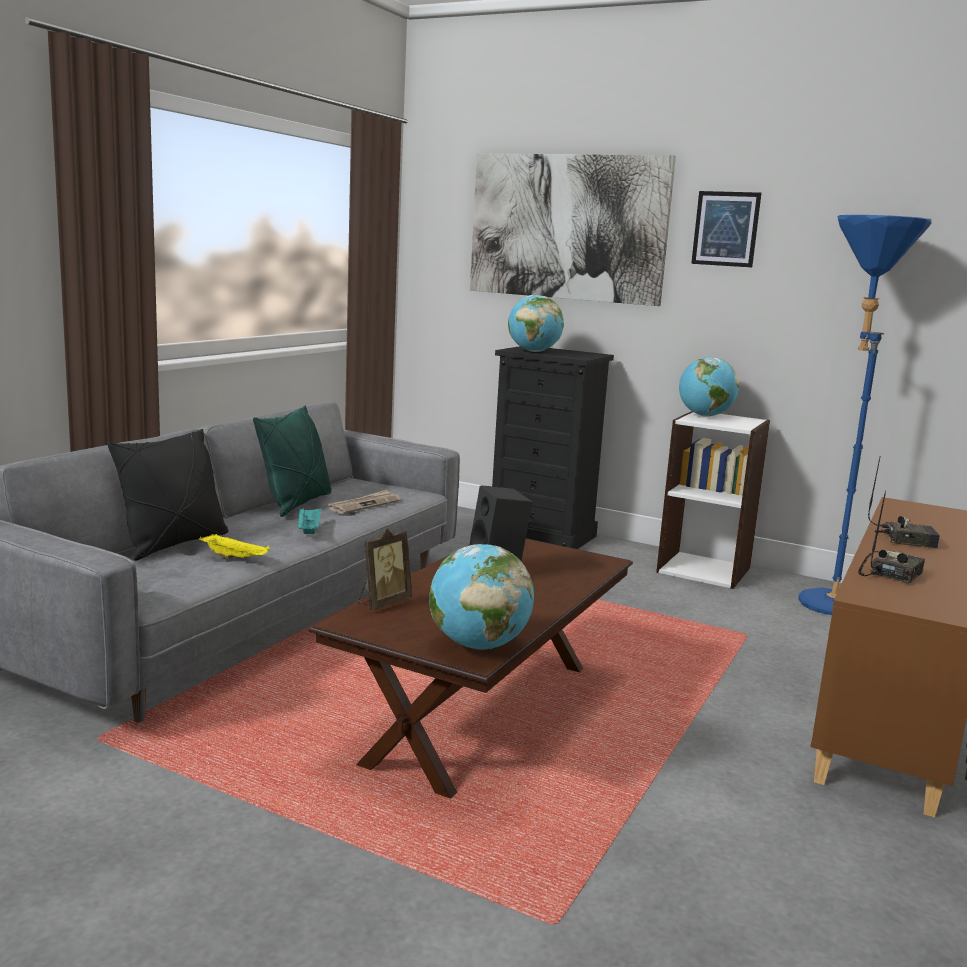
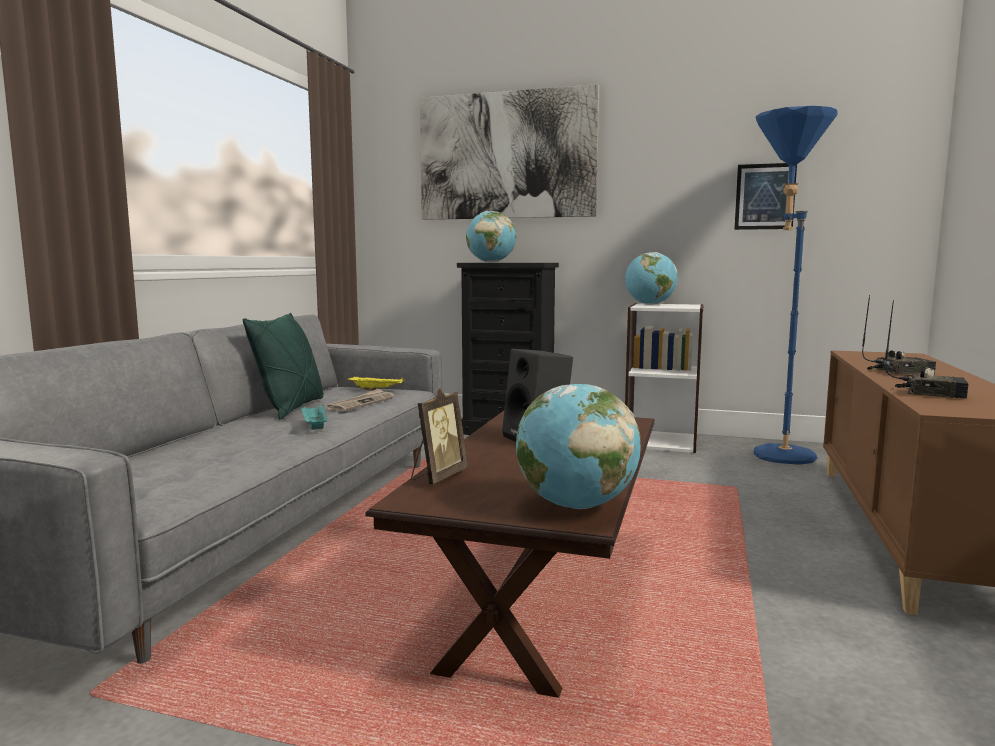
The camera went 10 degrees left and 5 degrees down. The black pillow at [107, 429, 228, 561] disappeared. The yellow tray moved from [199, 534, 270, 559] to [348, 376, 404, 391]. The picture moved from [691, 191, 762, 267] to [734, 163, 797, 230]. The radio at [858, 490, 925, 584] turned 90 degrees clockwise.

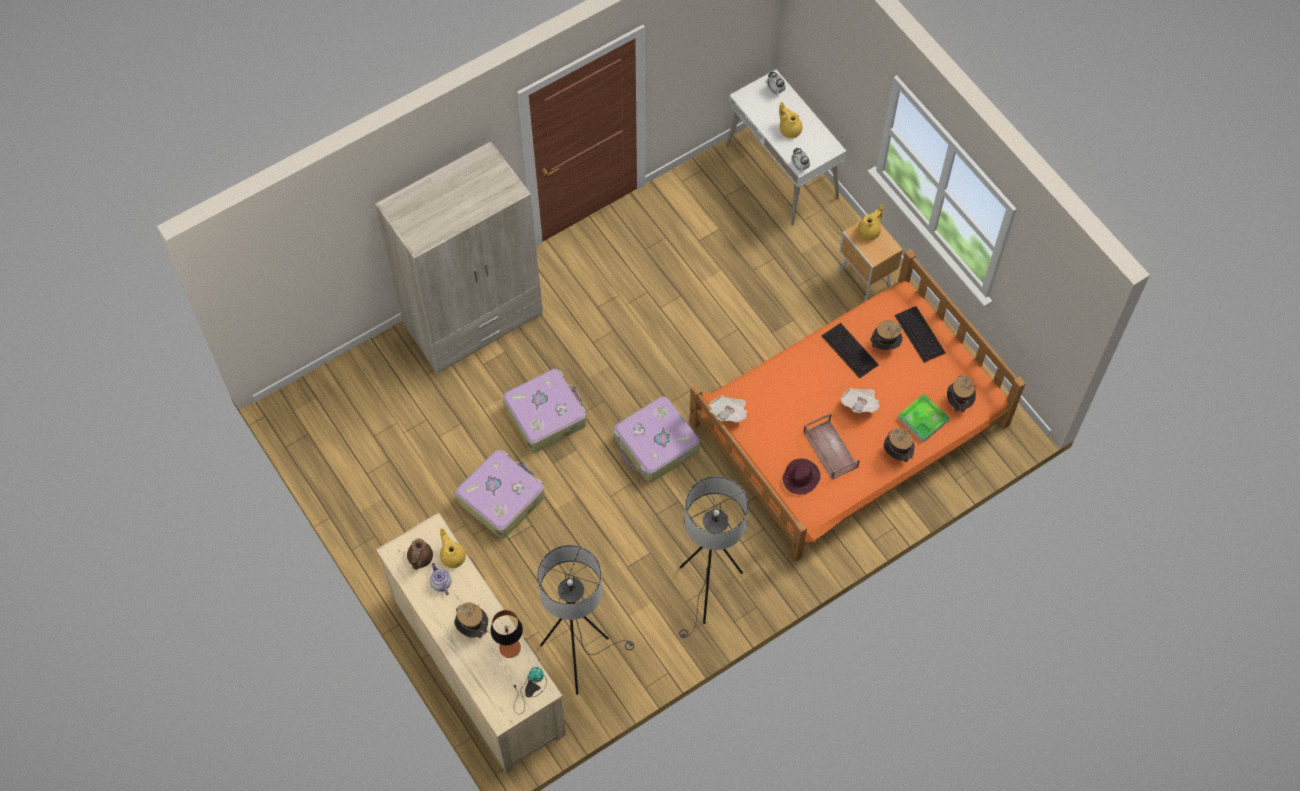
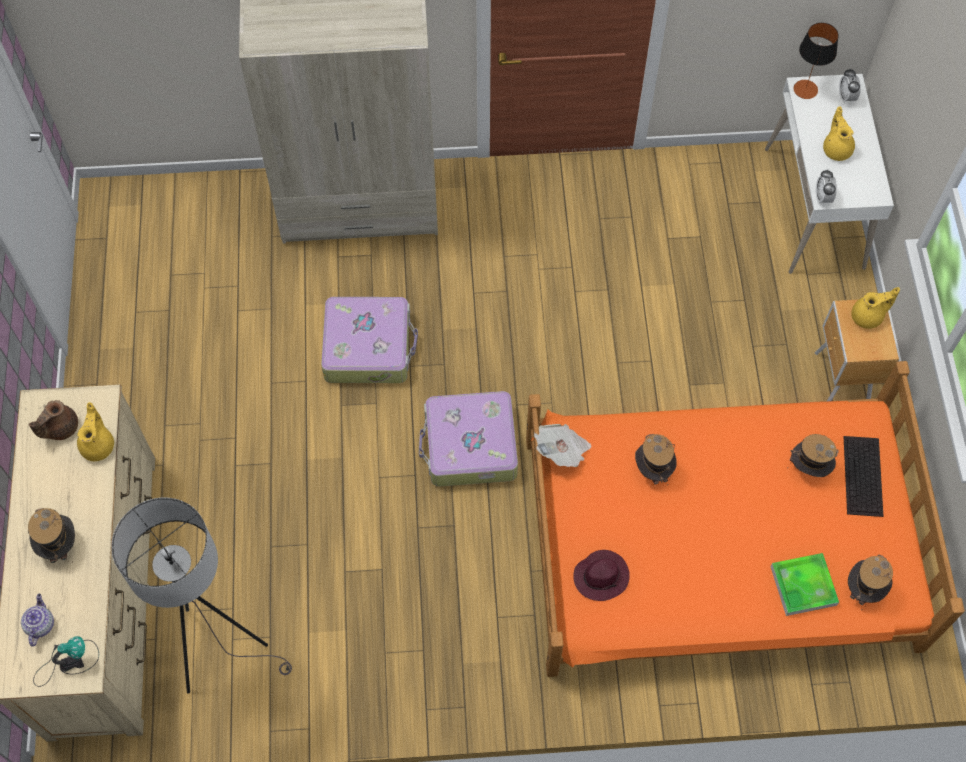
The camera went 30 degrees right and 0 degrees up. The teapot moved from [430, 563, 451, 595] to [21, 594, 54, 647]. The suitcase at [455, 450, 545, 538] disappeared. The table lamp moved from [490, 610, 523, 658] to [794, 23, 839, 99]. The grey floor lamp at [679, 476, 749, 638] disappeared. The brown tray at [803, 413, 860, 480] disappeared. The keyboard at [822, 323, 879, 378] disappeared. The newspaper at [841, 388, 880, 413] disappeared. The hat moved from [884, 428, 915, 462] to [635, 434, 677, 486].

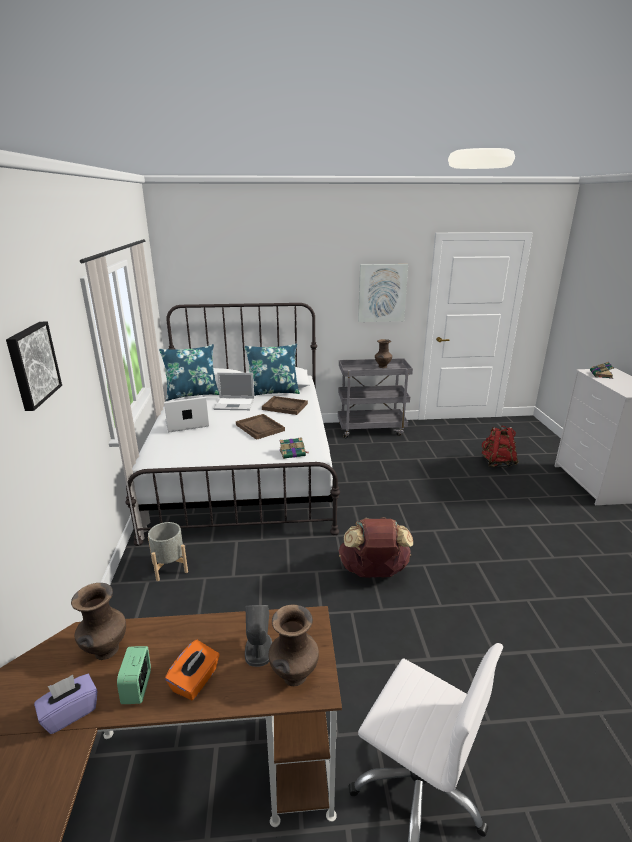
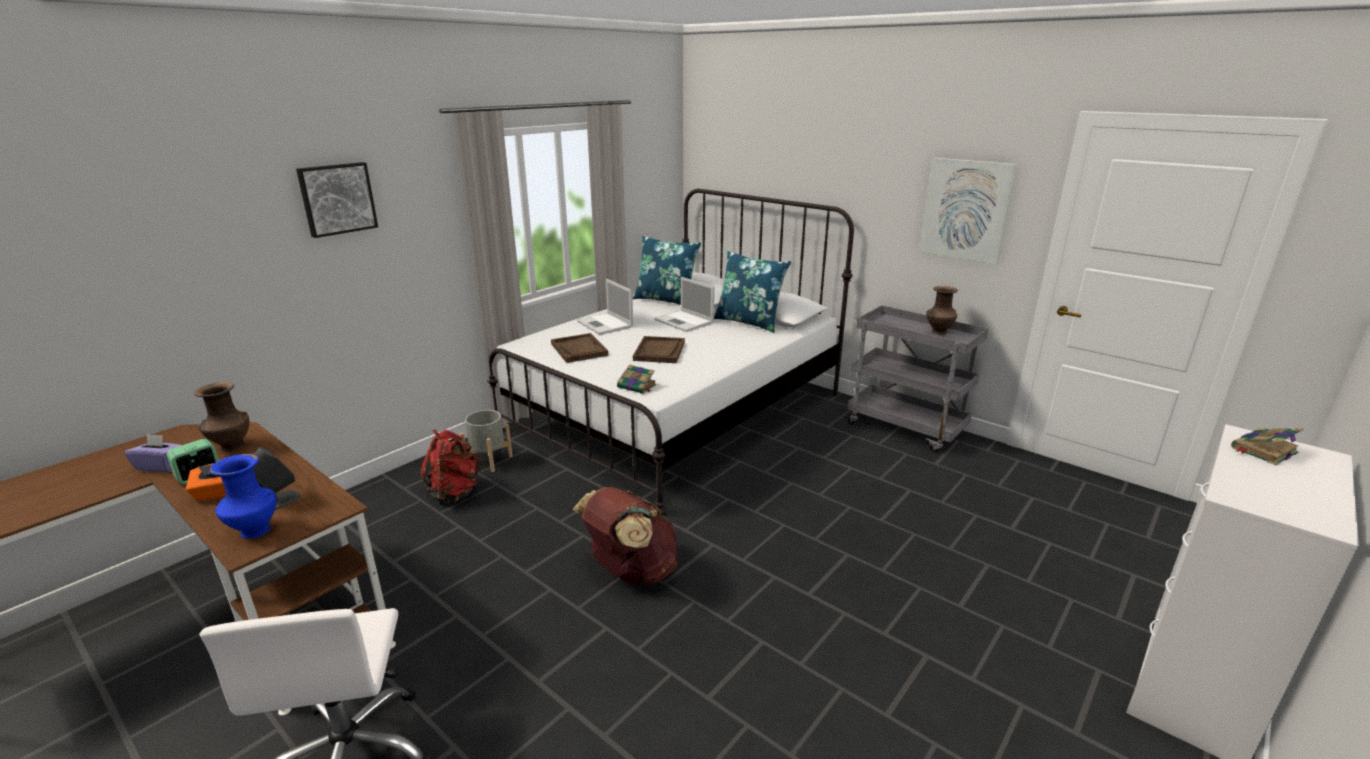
The camera went 45 degrees right and 0 degrees up. The laptop at [164, 397, 209, 433] turned 150 degrees counterclockwise. The brown tray moved from [262, 396, 308, 415] to [551, 333, 608, 363]. The brown vase at [269, 605, 319, 686] became the blue vase at [210, 454, 276, 539]. The red backpack moved from [482, 426, 519, 467] to [421, 429, 481, 503].

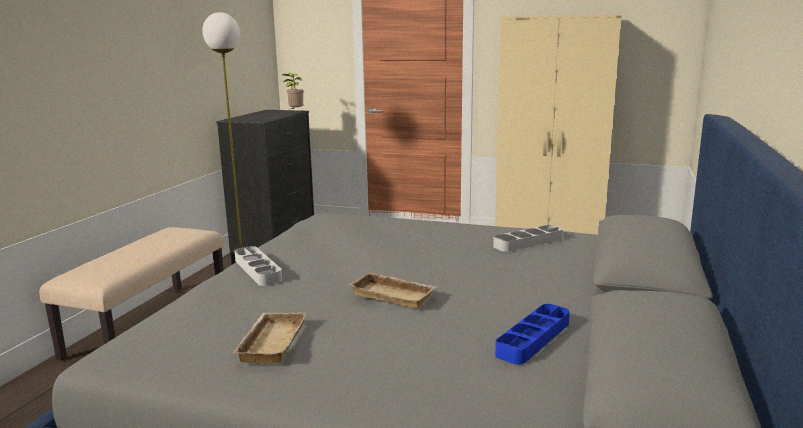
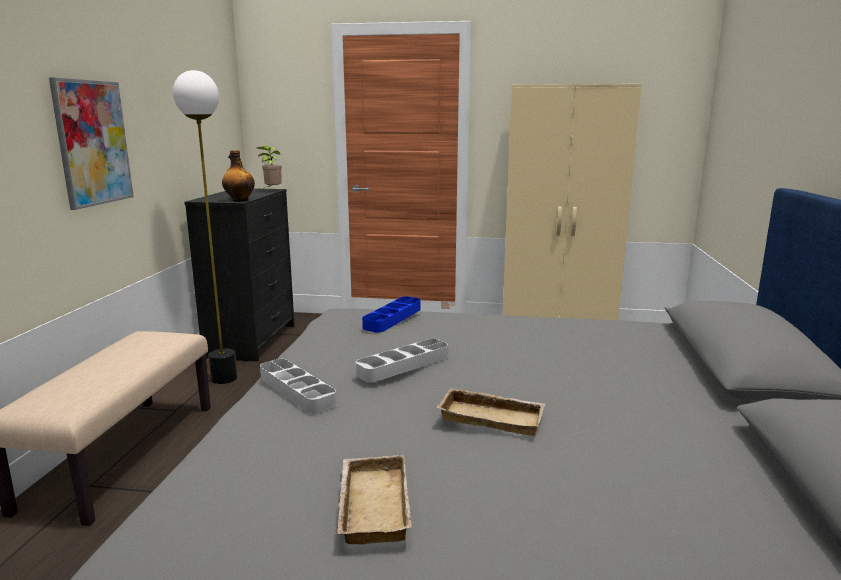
The camera went 10 degrees left and 0 degrees up. The grey tray moved from [493, 225, 563, 252] to [356, 339, 448, 382]. The blue tray moved from [495, 304, 570, 365] to [362, 296, 420, 333]. The picture at [49, 78, 134, 210] appeared. The bottle at [222, 150, 255, 202] appeared.

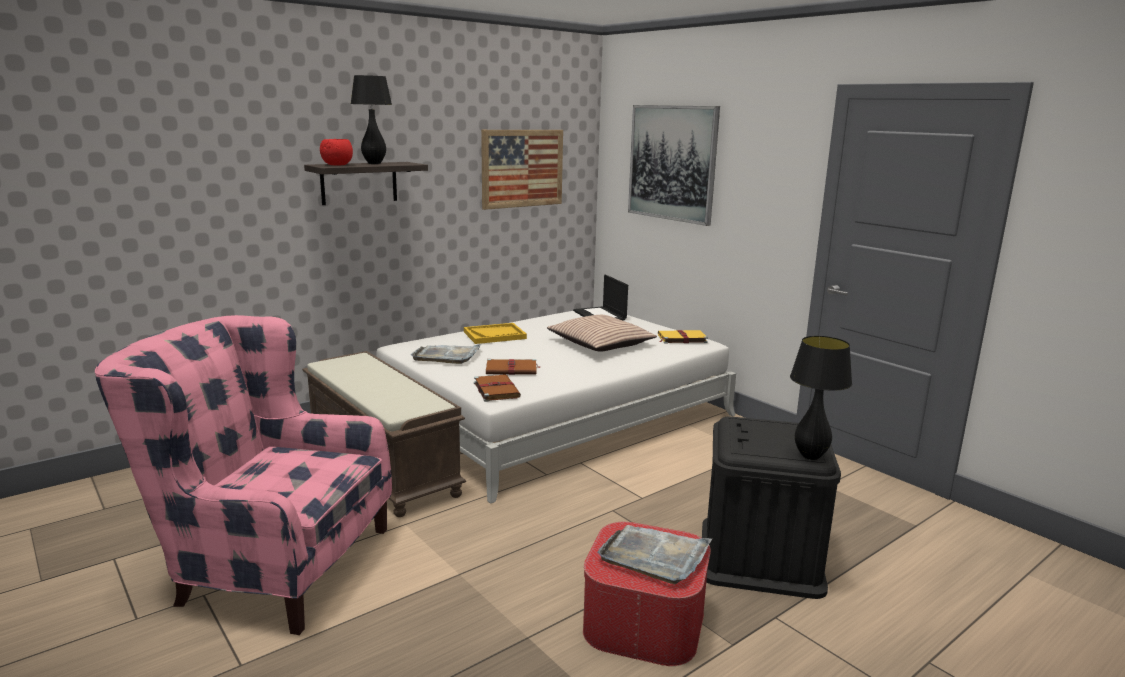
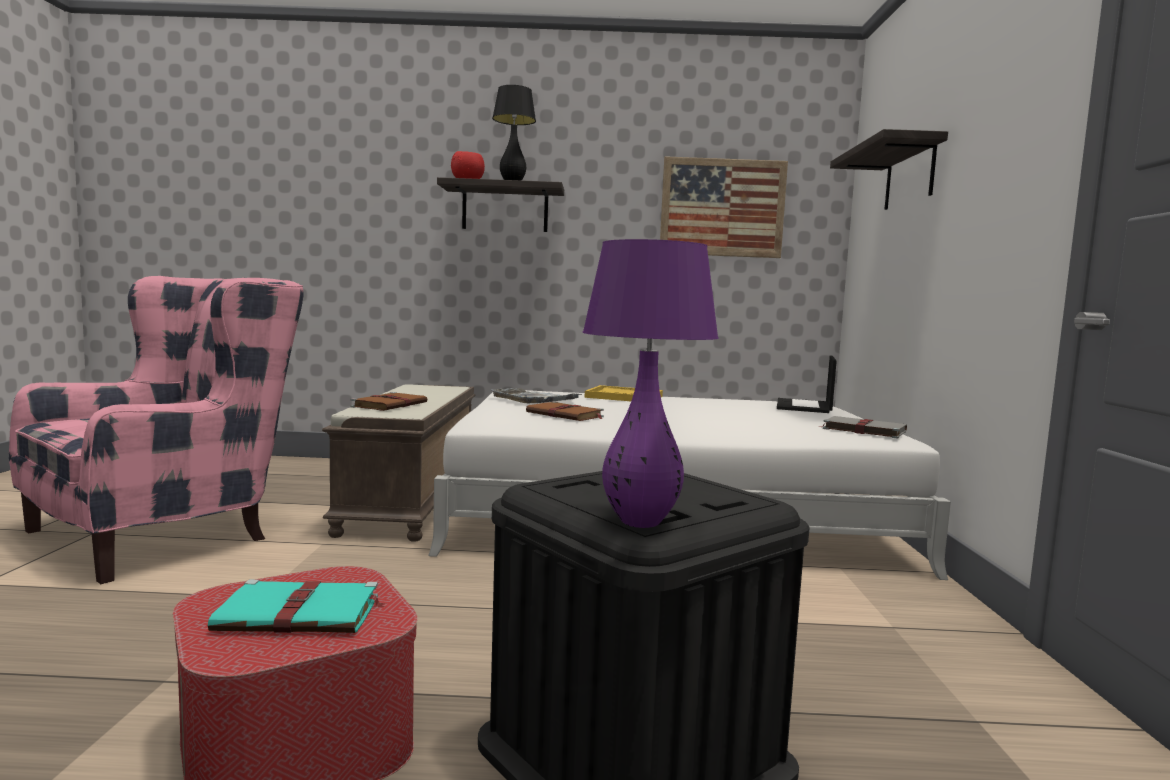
The camera went 40 degrees right and 10 degrees down. The pink armchair at [95, 315, 392, 635] turned 75 degrees clockwise. The brown book moved from [474, 374, 521, 402] to [350, 392, 428, 411]. The pillow at [547, 315, 657, 352] disappeared. The grey tray at [597, 525, 712, 584] was replaced by the turquoise book at [208, 579, 387, 633]. The picture at [628, 105, 720, 226] was replaced by the shelf at [830, 129, 948, 210]. The yellow book at [658, 330, 708, 344] became the grey book at [820, 416, 907, 439]. The black table lamp at [790, 336, 852, 460] became the purple table lamp at [582, 239, 719, 528].

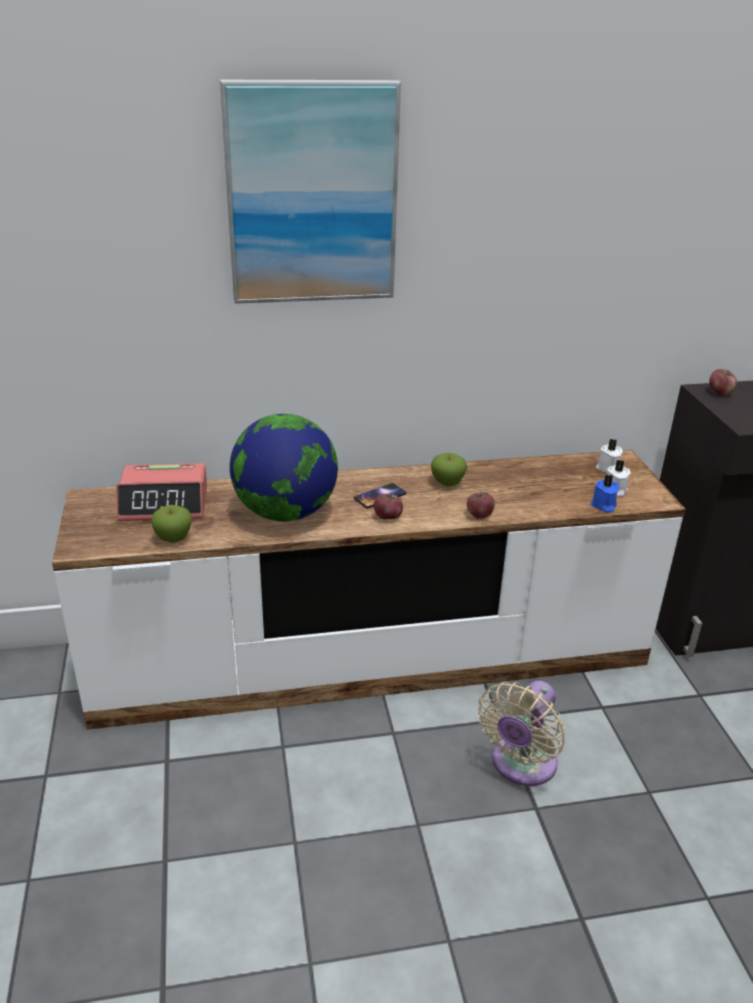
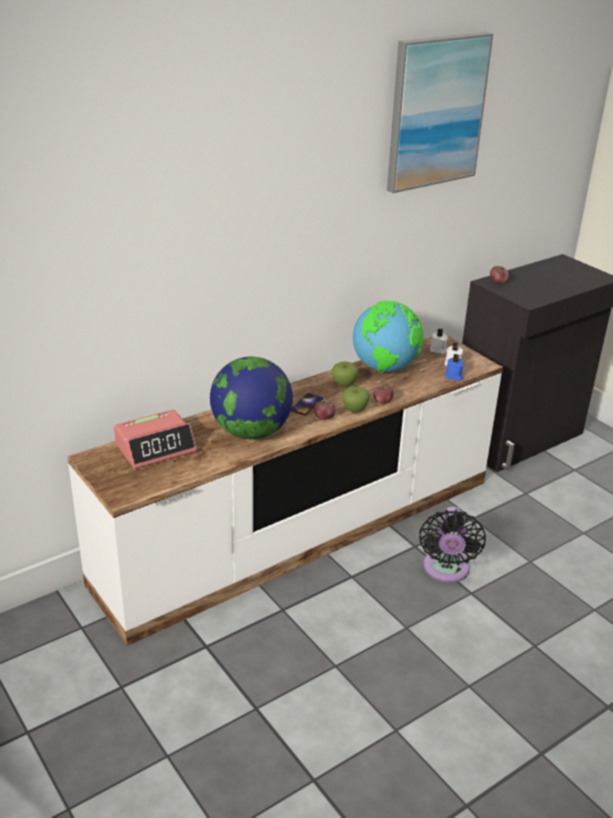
The camera went 25 degrees left and 0 degrees up. The apple moved from [151, 505, 192, 543] to [342, 386, 370, 413]. The picture moved from [220, 80, 401, 304] to [387, 32, 493, 193]. The beige fan at [478, 681, 565, 786] became the black fan at [419, 507, 486, 583]. The globe at [353, 301, 423, 373] appeared.

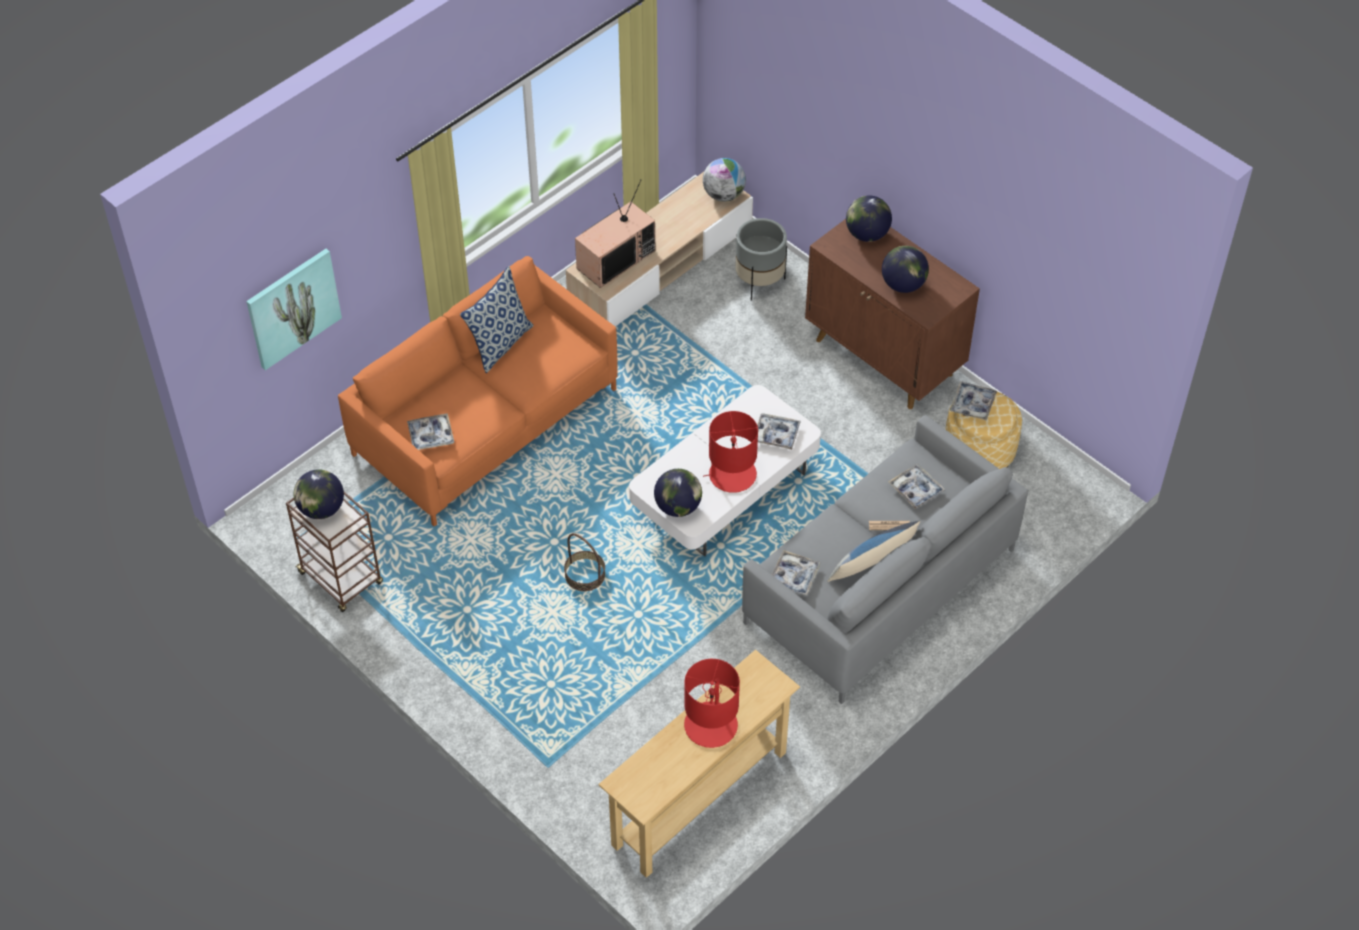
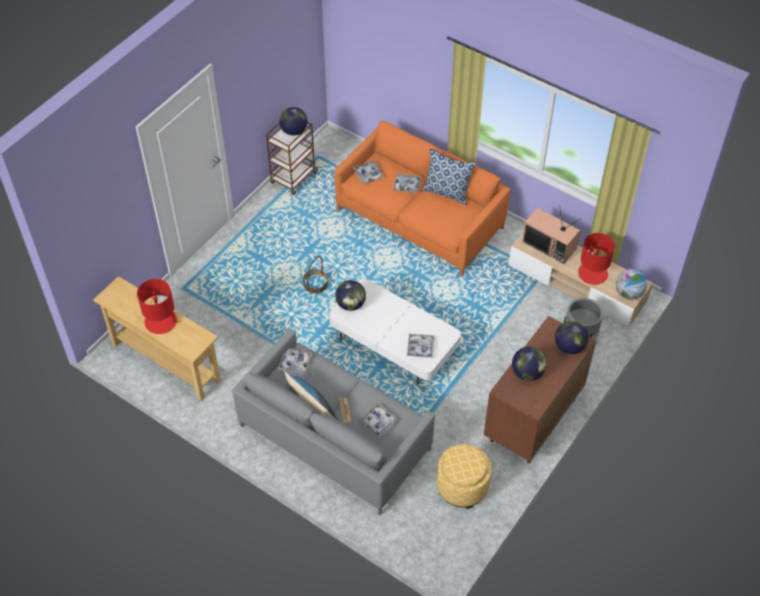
The camera went 80 degrees right and 0 degrees up. The picture at [246, 249, 342, 370] disappeared. The red table lamp moved from [703, 411, 758, 493] to [578, 233, 615, 285]. The tray moved from [950, 381, 997, 421] to [393, 174, 421, 193].

